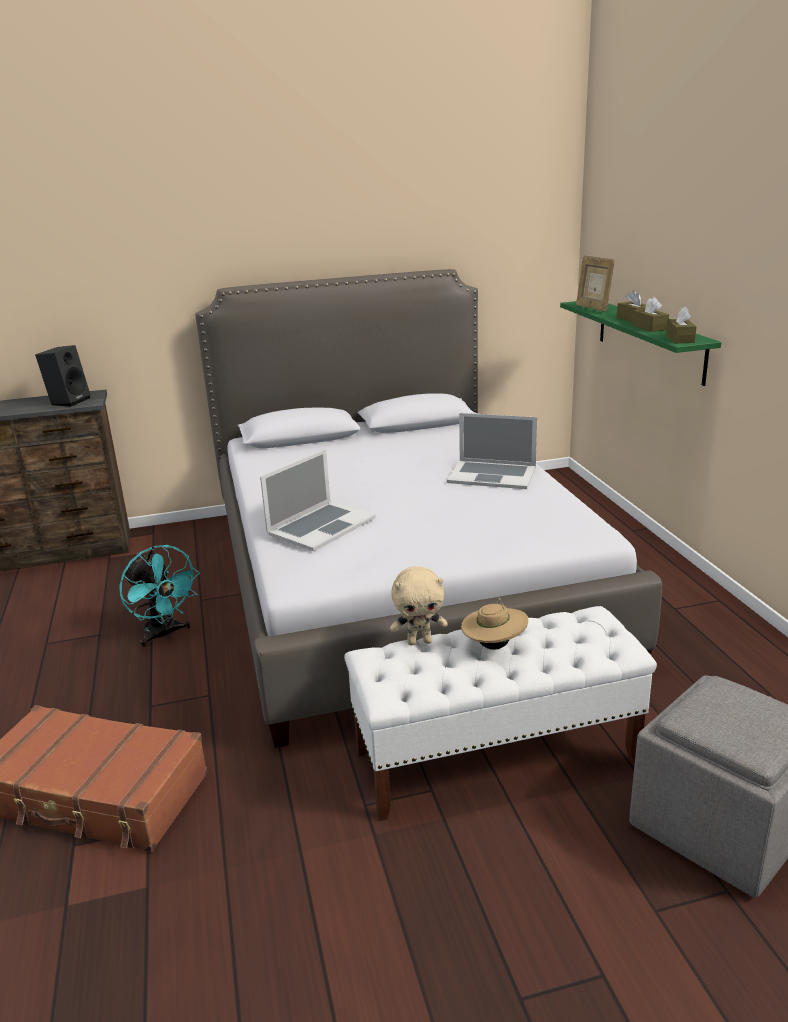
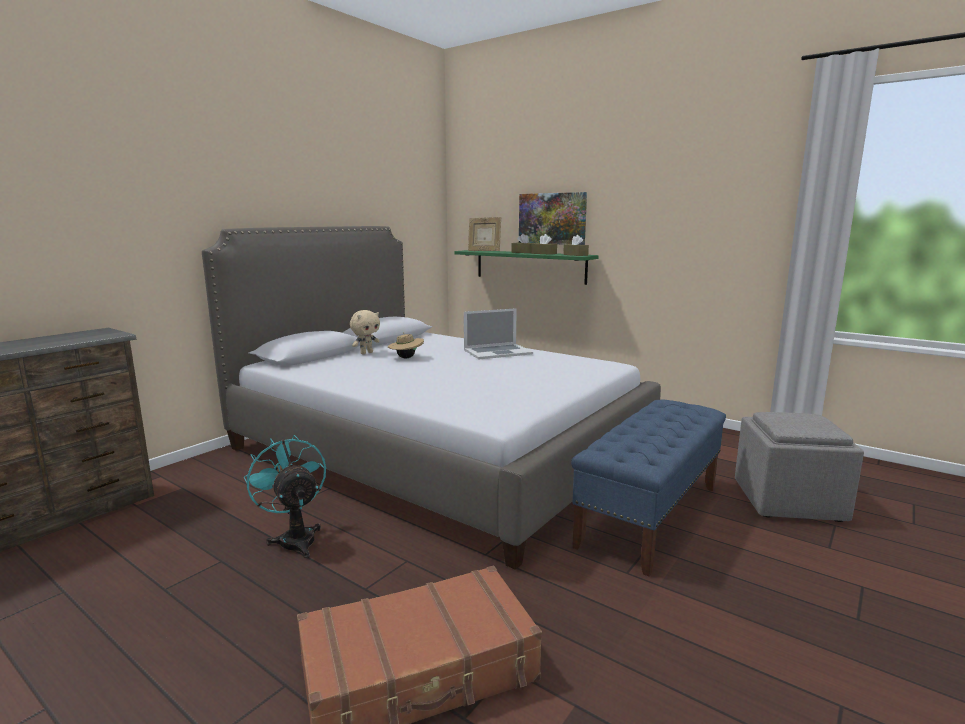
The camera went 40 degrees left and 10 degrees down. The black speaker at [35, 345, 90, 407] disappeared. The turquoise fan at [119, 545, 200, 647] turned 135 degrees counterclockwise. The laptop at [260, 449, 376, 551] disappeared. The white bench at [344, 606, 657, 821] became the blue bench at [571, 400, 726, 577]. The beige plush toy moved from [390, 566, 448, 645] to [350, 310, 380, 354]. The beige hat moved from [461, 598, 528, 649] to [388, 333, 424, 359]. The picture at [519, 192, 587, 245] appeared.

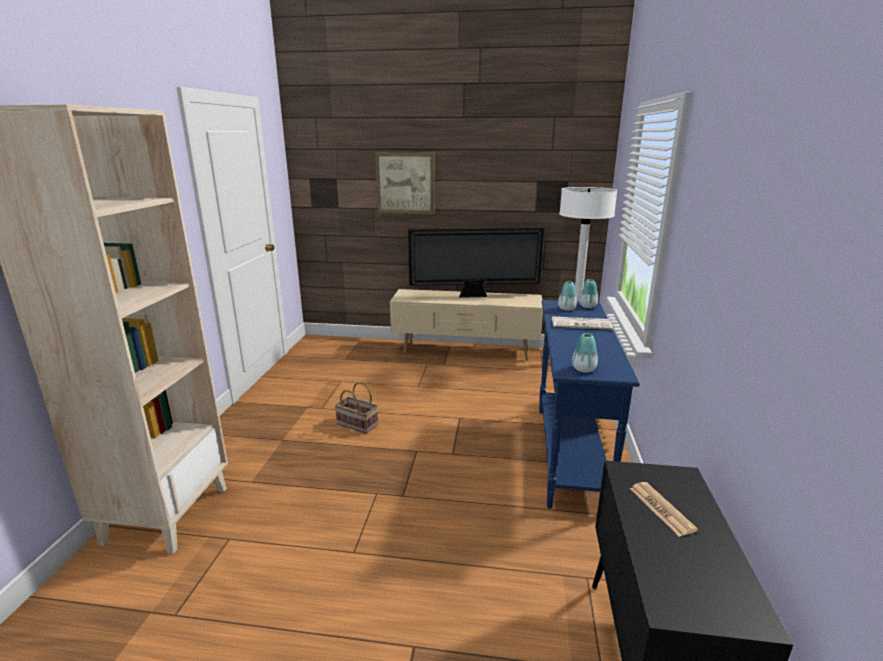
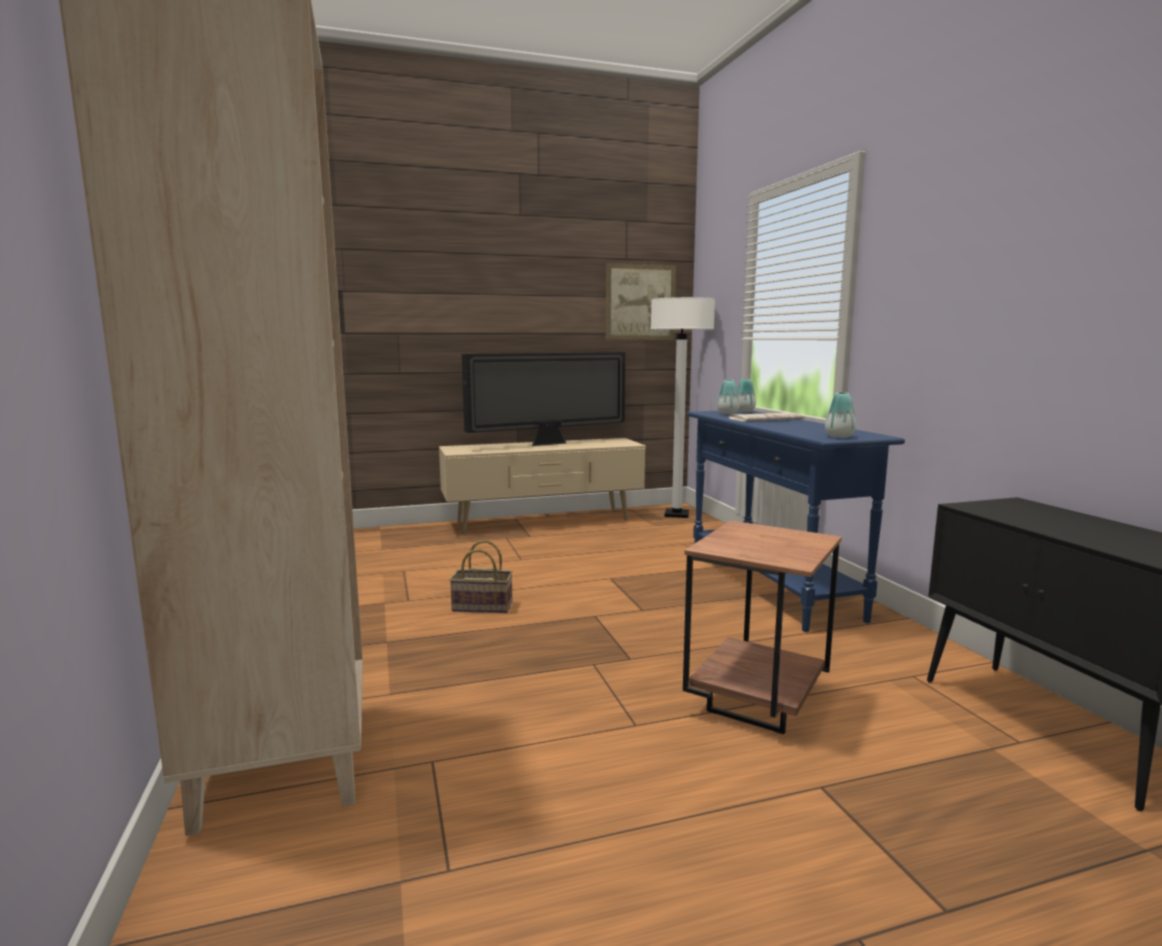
The camera went 25 degrees left and 10 degrees down. The picture moved from [375, 152, 435, 214] to [606, 263, 676, 340]. The newspaper at [630, 482, 698, 536] disappeared. The brown side table at [683, 520, 842, 734] appeared.

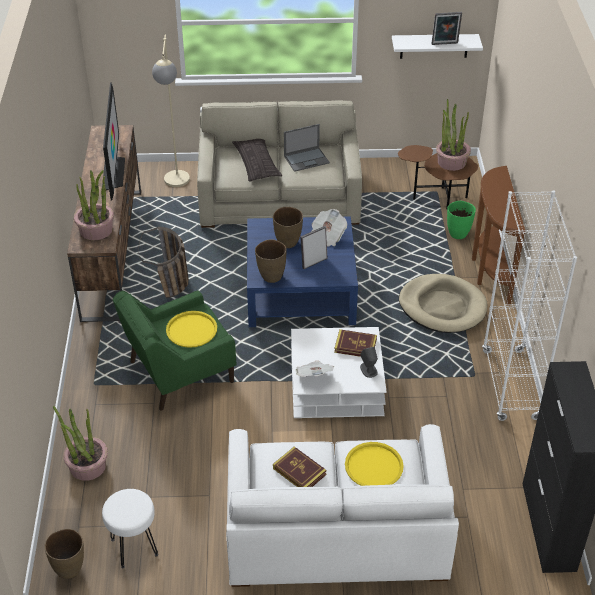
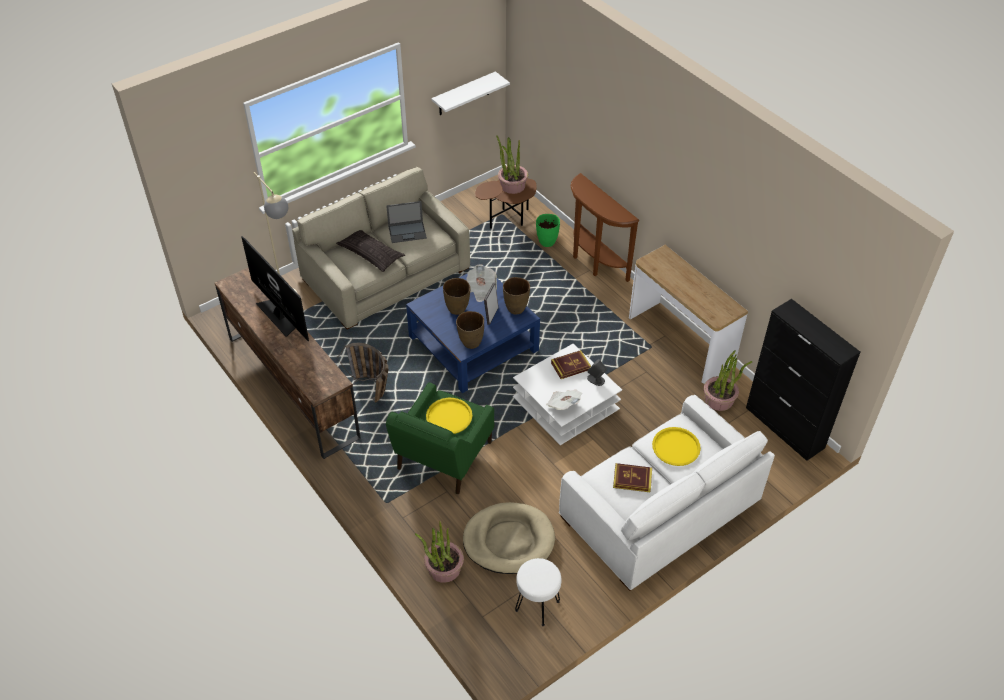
The camera went 35 degrees left and 5 degrees up. The brown vase moved from [44, 529, 84, 579] to [503, 277, 530, 314]. The potted plant moved from [74, 170, 114, 240] to [704, 350, 752, 411]. The laptop at [284, 124, 330, 172] turned 45 degrees clockwise. The beige dog bed moved from [399, 274, 488, 333] to [463, 502, 555, 574]. The picture frame at [432, 12, 462, 45] disappeared. The white bookcase at [482, 190, 577, 421] was replaced by the console table at [629, 245, 748, 384].

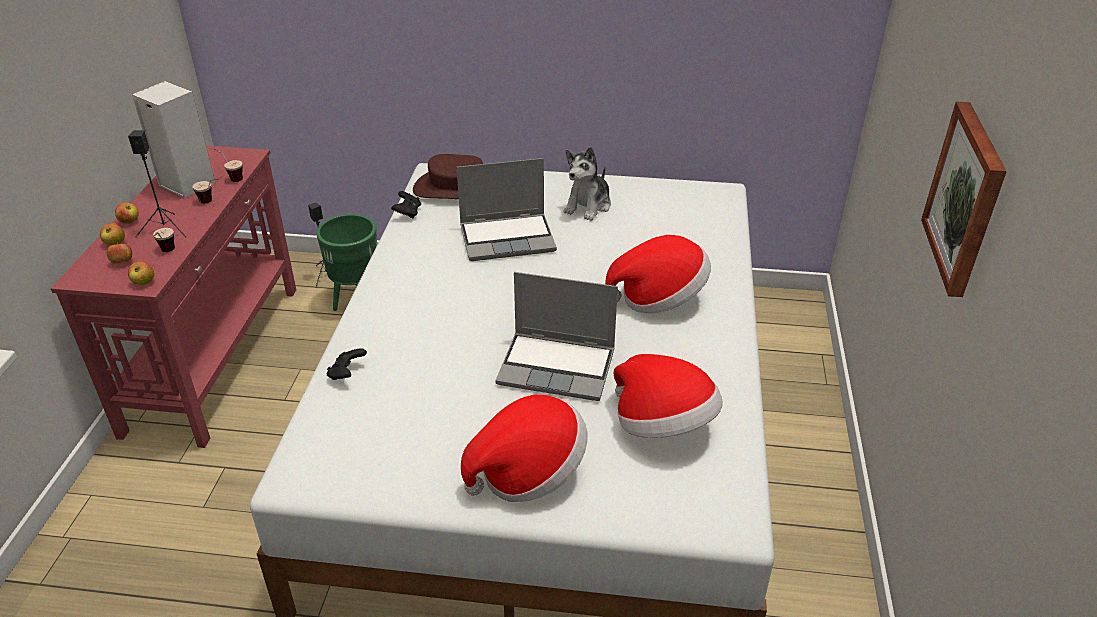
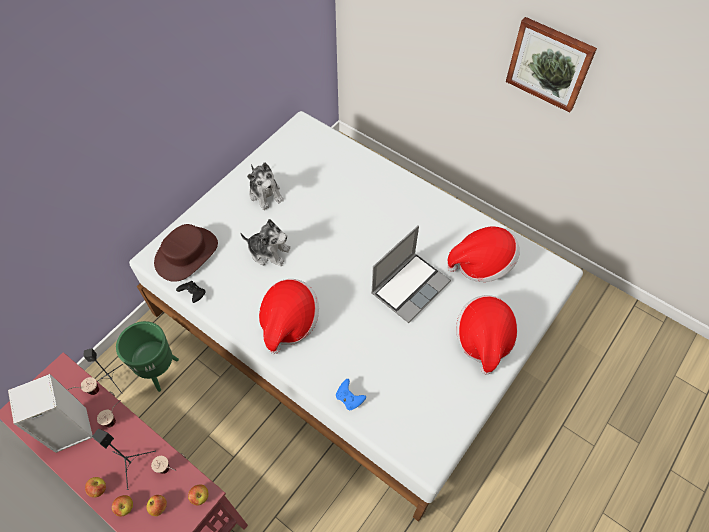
The camera went 60 degrees left and 20 degrees up. The black game controller at [327, 348, 367, 380] became the blue game controller at [336, 379, 366, 410]. The laptop at [457, 158, 557, 261] was replaced by the plush toy at [240, 219, 291, 266]. The hat moved from [605, 235, 711, 313] to [259, 279, 319, 354].

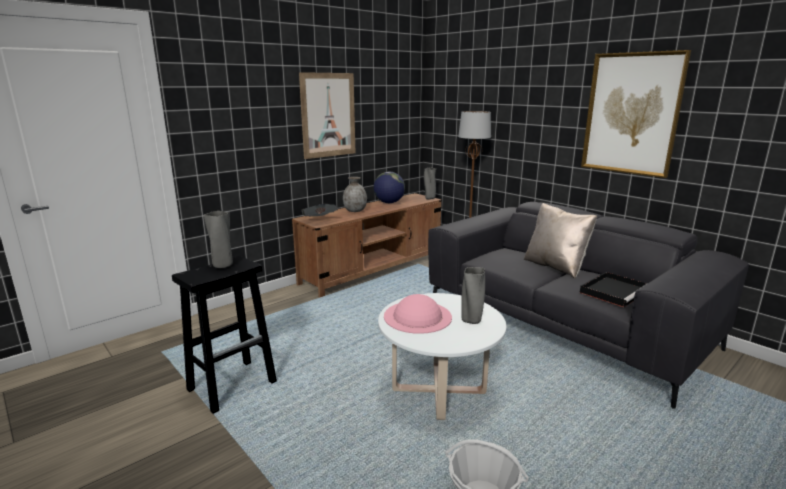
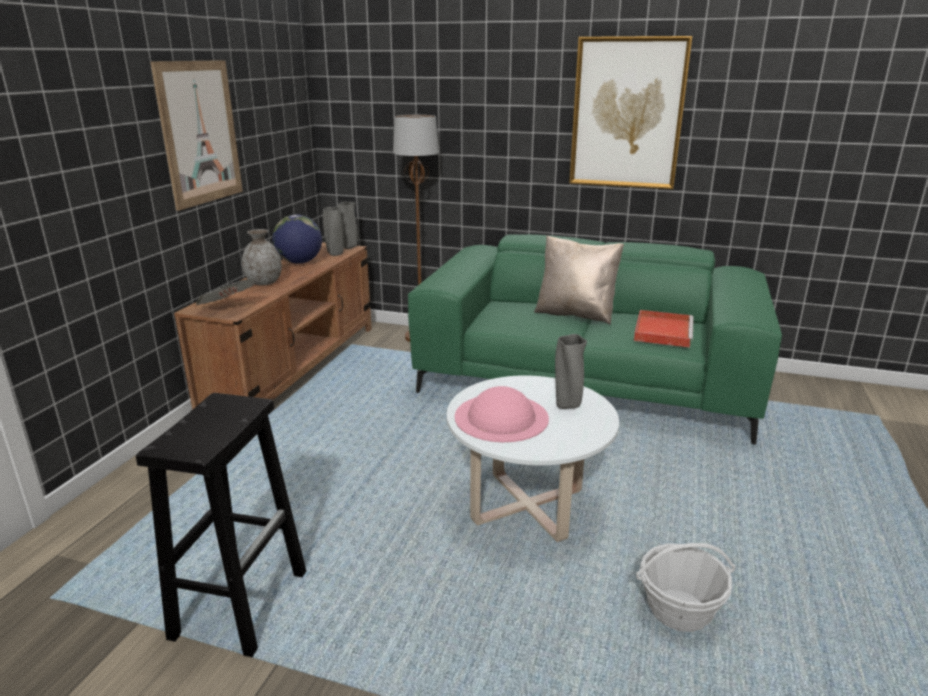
The camera went 30 degrees left and 5 degrees up. The grey vase moved from [204, 211, 233, 268] to [323, 207, 344, 256]. The grey sofa at [428, 202, 749, 409] became the green sofa at [408, 234, 782, 445]. The black tray at [580, 272, 647, 307] became the red tray at [634, 310, 694, 347].

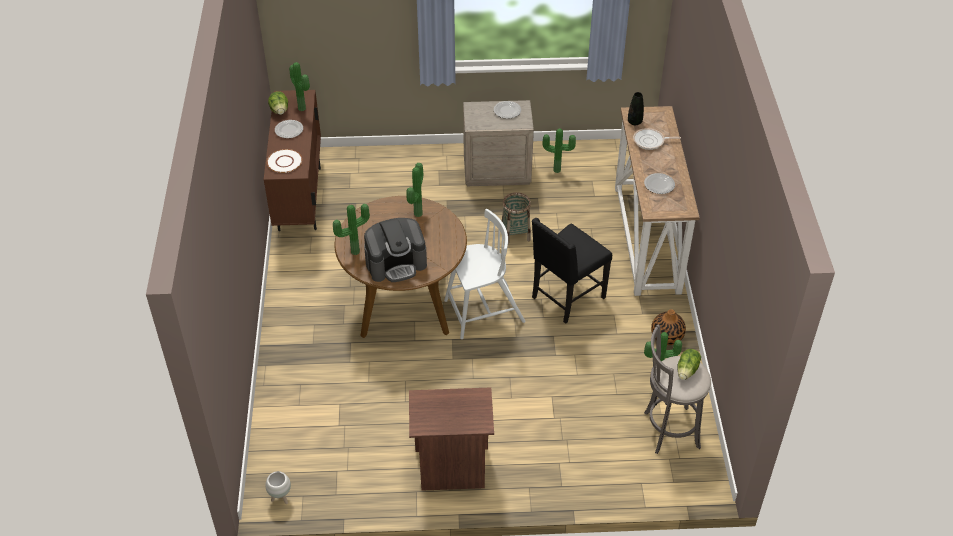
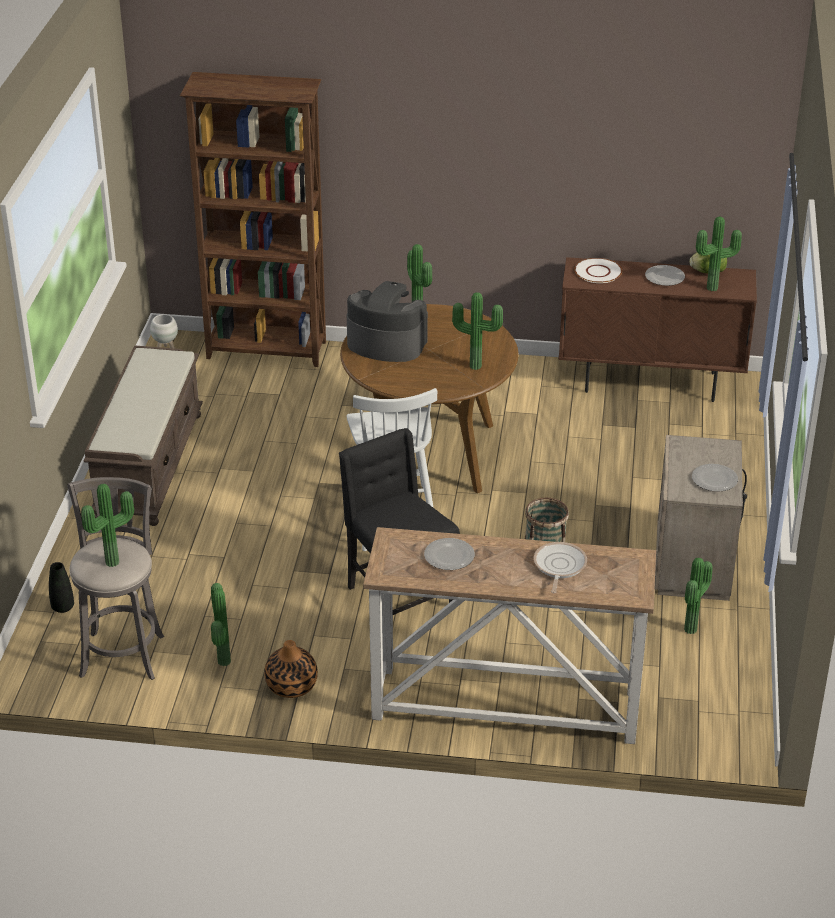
The camera went 100 degrees right and 10 degrees down. The coffee machine at [364, 218, 427, 282] turned 120 degrees clockwise. The brown nightstand at [409, 387, 494, 491] was replaced by the brown bench at [83, 345, 203, 526]. The black vase moved from [628, 92, 644, 125] to [49, 562, 74, 613]. The lettuce at [677, 349, 701, 380] was replaced by the potted plant at [81, 484, 134, 567]. The brown bookcase at [180, 72, 326, 367] appeared.

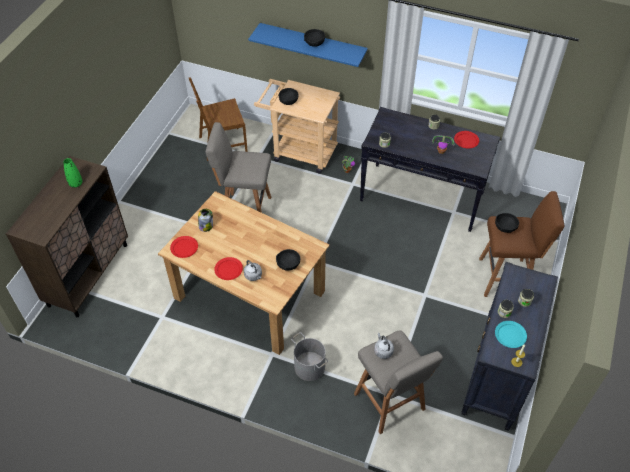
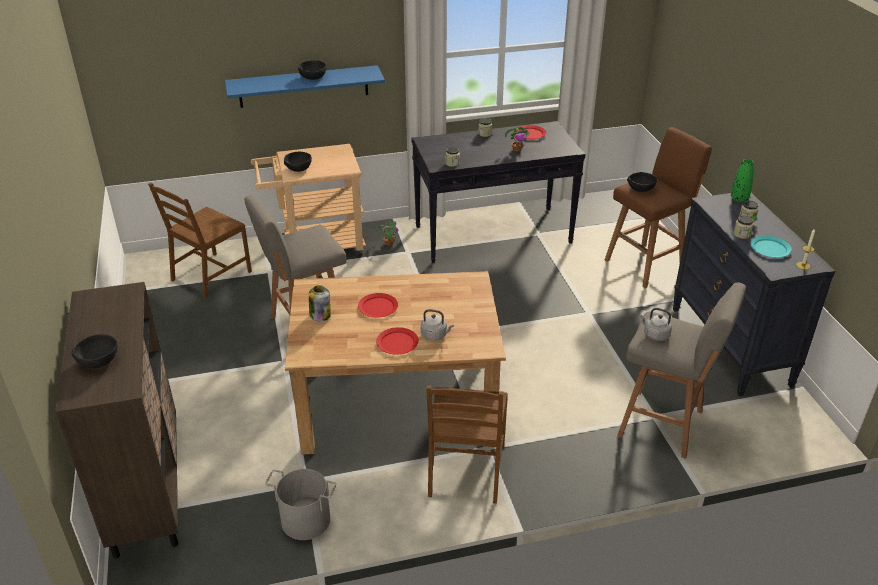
The camera went 35 degrees left and 15 degrees down. The green vase moved from [63, 158, 82, 188] to [731, 159, 754, 202]. The red plate moved from [170, 236, 198, 258] to [358, 293, 398, 317]. The black bowl moved from [276, 249, 300, 271] to [71, 334, 118, 369]. The grey bucket moved from [291, 332, 328, 381] to [265, 469, 336, 540]. The brown chair at [426, 385, 508, 504] appeared.

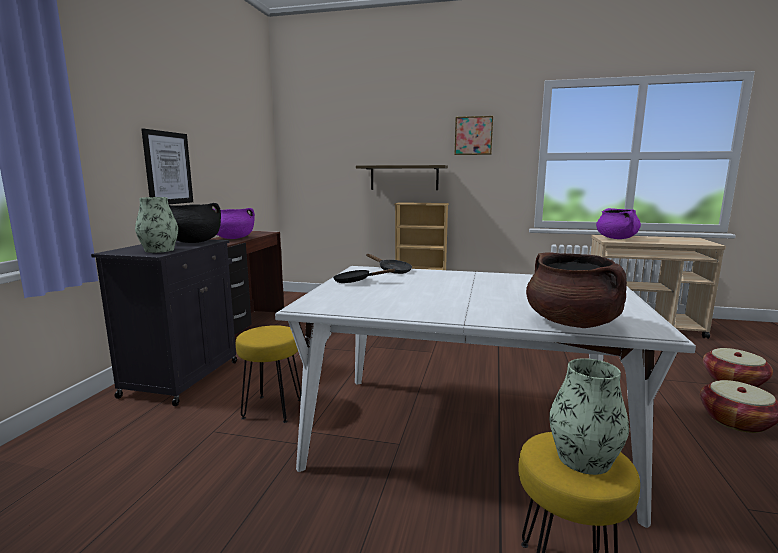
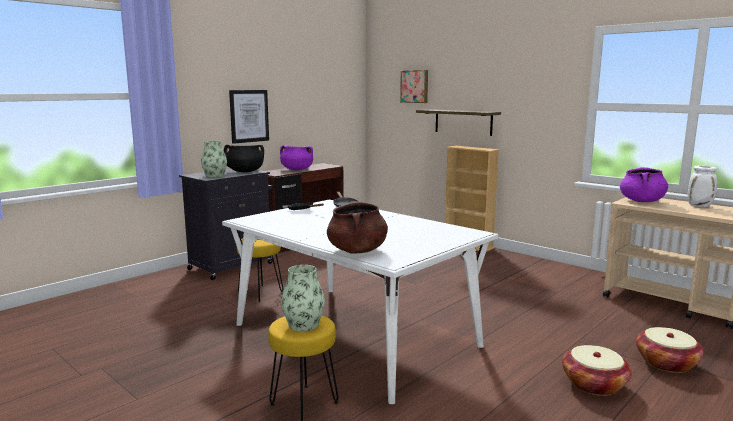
The camera went 30 degrees right and 0 degrees up. The picture moved from [454, 116, 493, 155] to [400, 70, 428, 103]. The white vase at [687, 166, 717, 207] appeared.

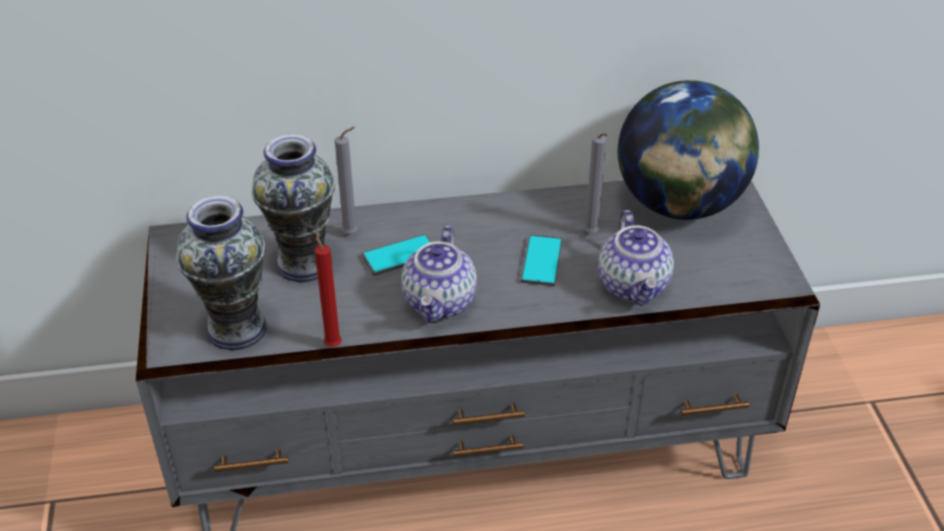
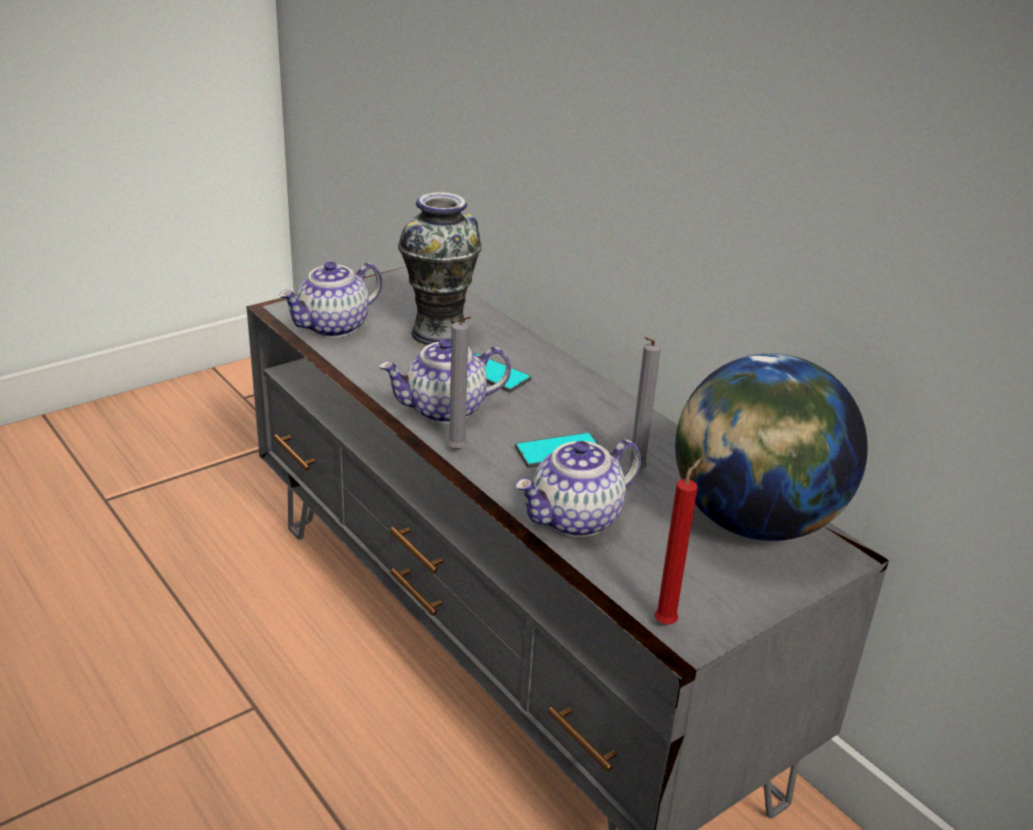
The camera went 60 degrees right and 10 degrees down. The vase at [176, 196, 267, 350] was replaced by the teapot at [279, 262, 382, 338]. The red candle moved from [315, 228, 342, 347] to [655, 459, 701, 624]. The grey candle moved from [335, 127, 358, 234] to [448, 316, 472, 450].

